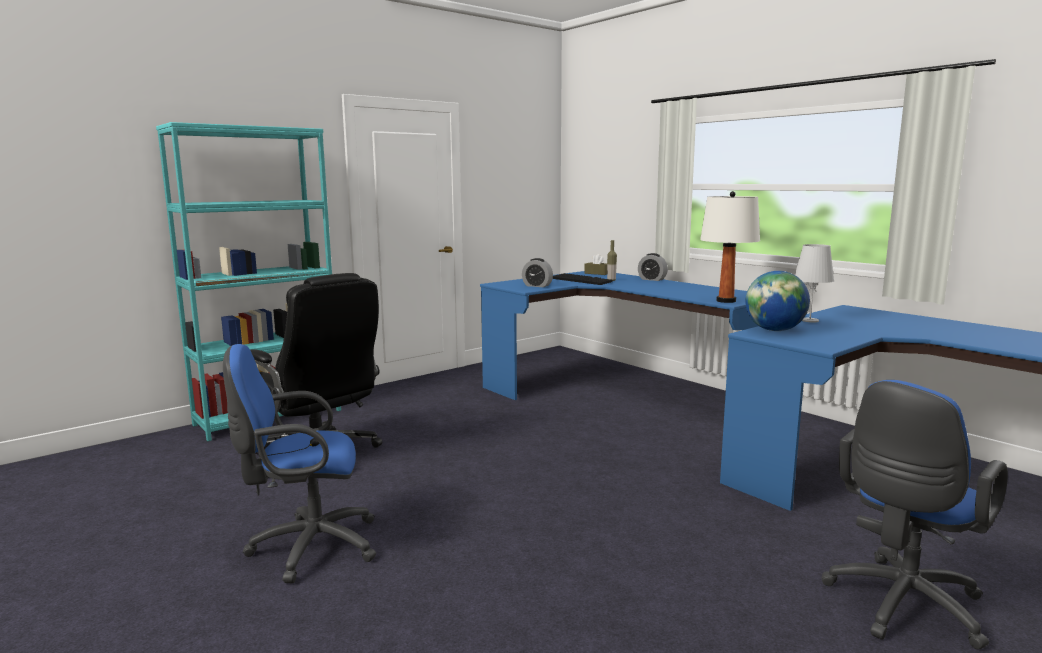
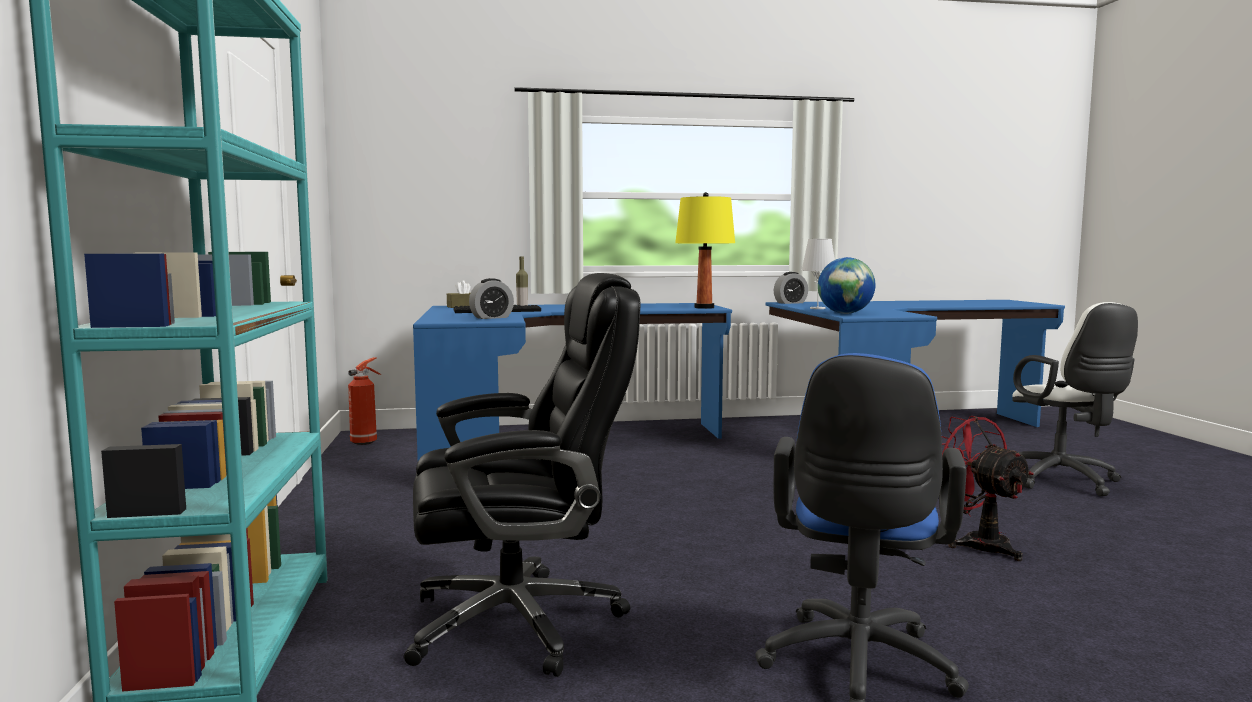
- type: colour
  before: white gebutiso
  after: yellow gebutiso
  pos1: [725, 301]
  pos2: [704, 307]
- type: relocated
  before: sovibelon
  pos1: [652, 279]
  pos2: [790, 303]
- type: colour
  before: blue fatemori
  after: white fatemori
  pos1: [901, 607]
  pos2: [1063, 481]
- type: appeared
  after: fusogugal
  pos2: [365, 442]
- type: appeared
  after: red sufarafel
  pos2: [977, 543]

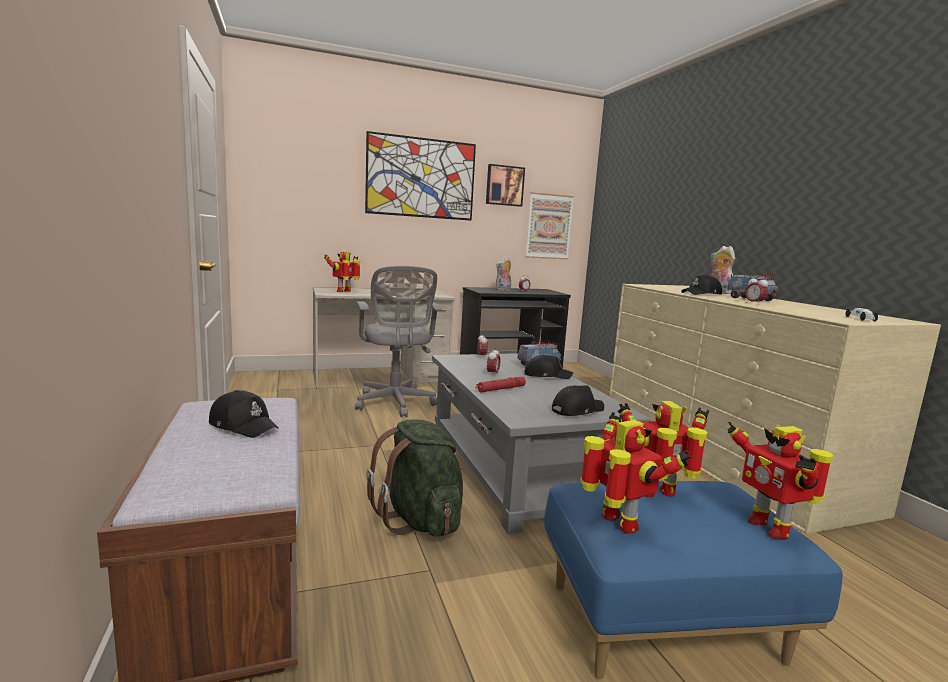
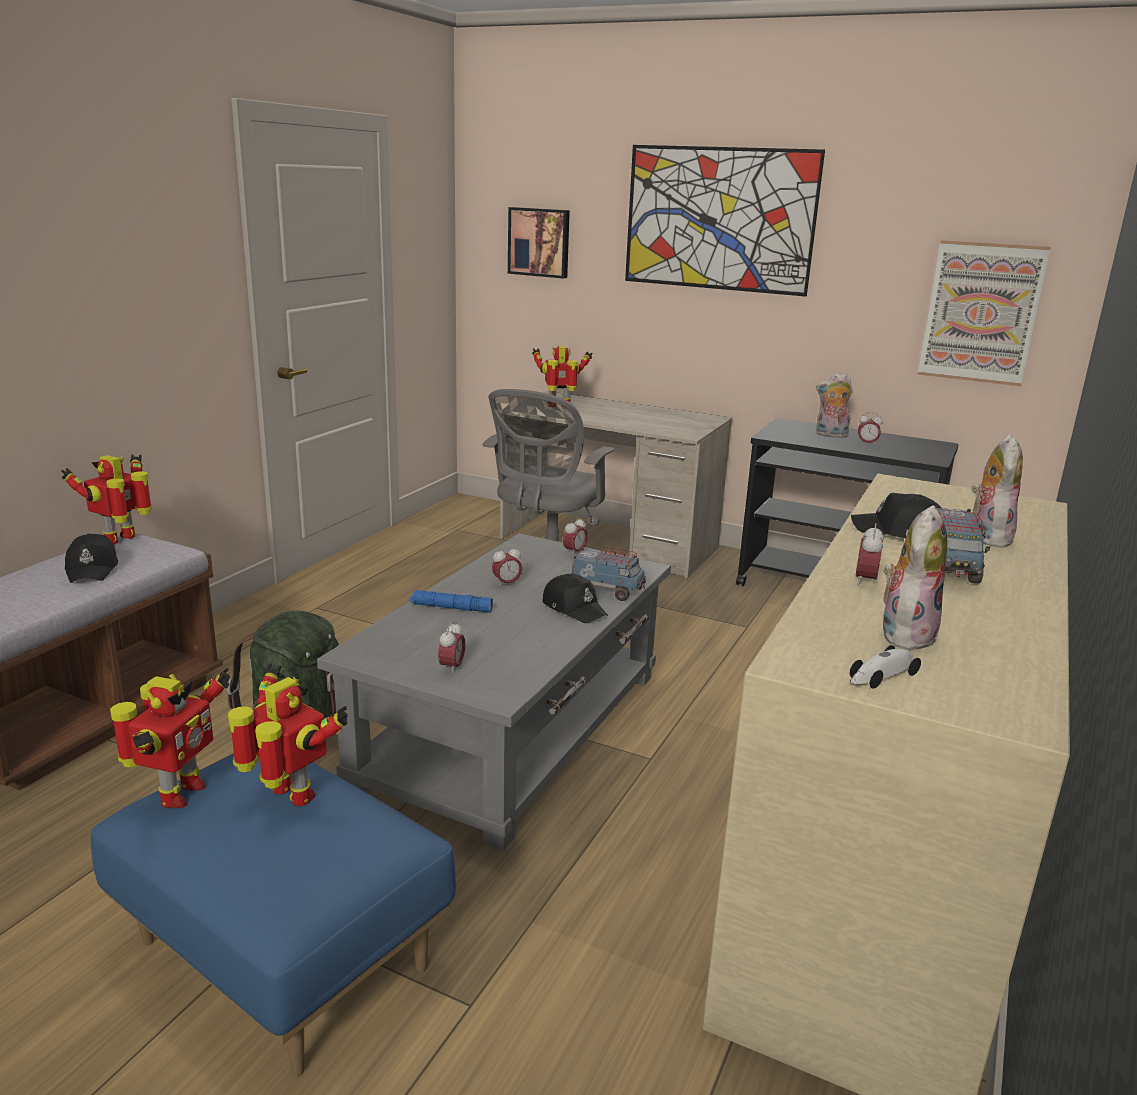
- type: relocated
  before: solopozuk
  pos1: [504, 185]
  pos2: [539, 242]
- type: colour
  before: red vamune
  after: blue vamune
  pos1: [500, 389]
  pos2: [451, 608]
- type: exchanged
  before: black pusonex
  after: sovibelon
  pos1: [577, 410]
  pos2: [452, 668]
- type: relocated
  before: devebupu
  pos1: [769, 526]
  pos2: [122, 539]
- type: appeared
  after: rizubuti
  pos2: [905, 633]

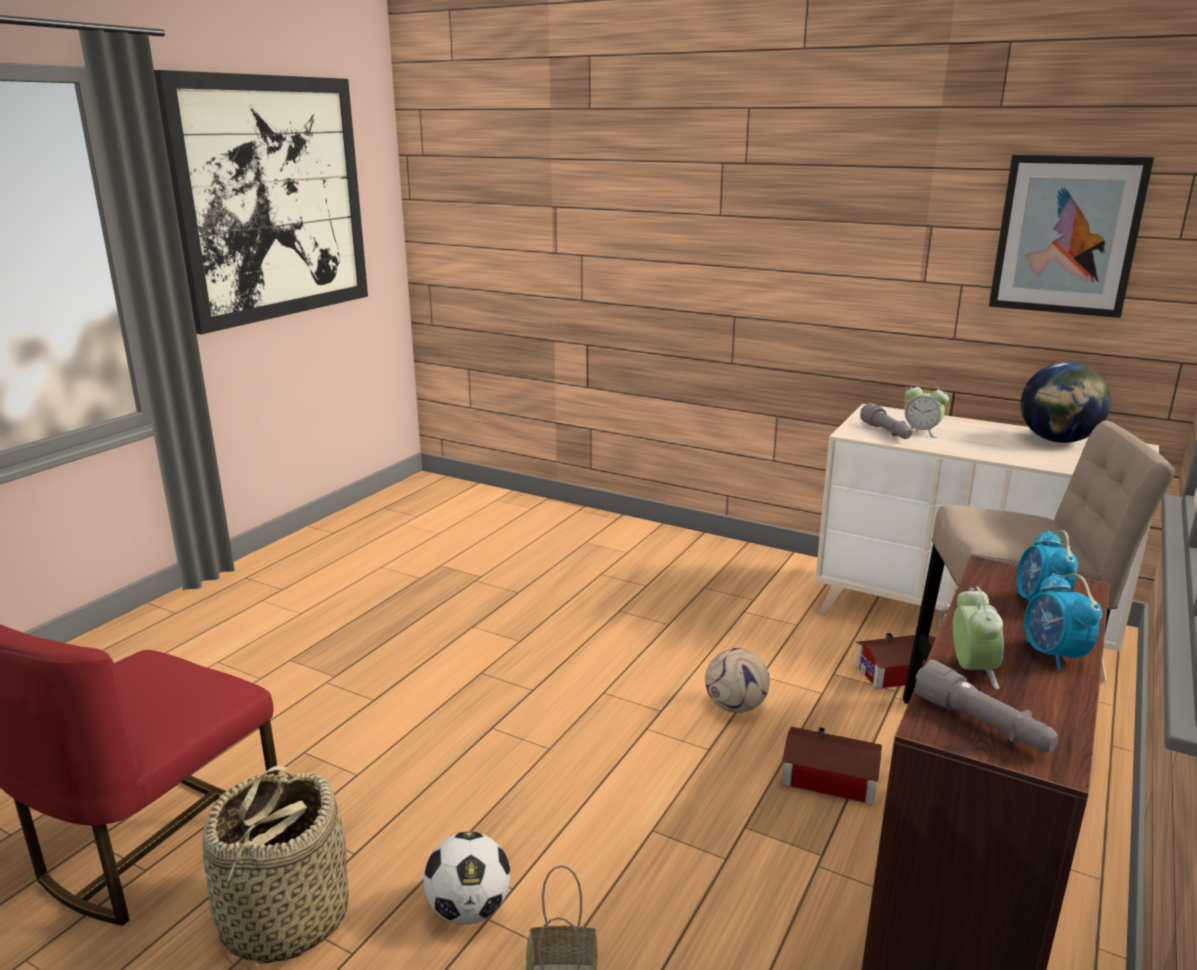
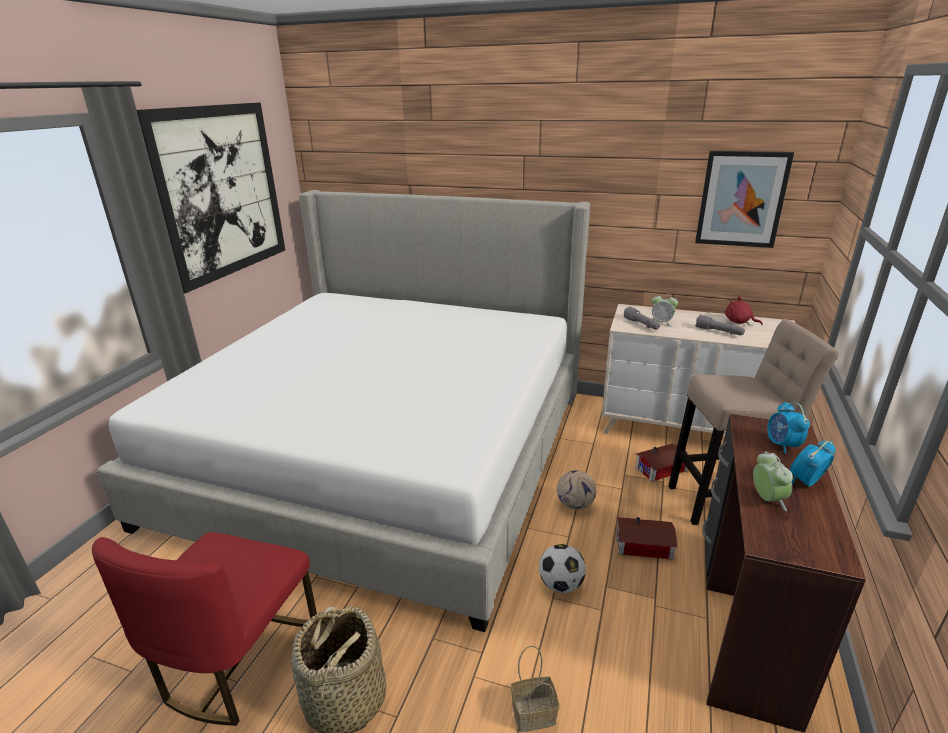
- type: exchanged
  before: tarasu
  after: red rizubuti
  pos1: [1057, 440]
  pos2: [739, 322]
- type: spun
  before: sovibelon
  pos1: [1053, 655]
  pos2: [805, 482]
  turn: 75
- type: relocated
  before: grey vamune
  pos1: [982, 725]
  pos2: [719, 332]
- type: relocated
  before: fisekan
  pos1: [469, 910]
  pos2: [560, 585]
- type: appeared
  after: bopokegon
  pos2: [387, 452]

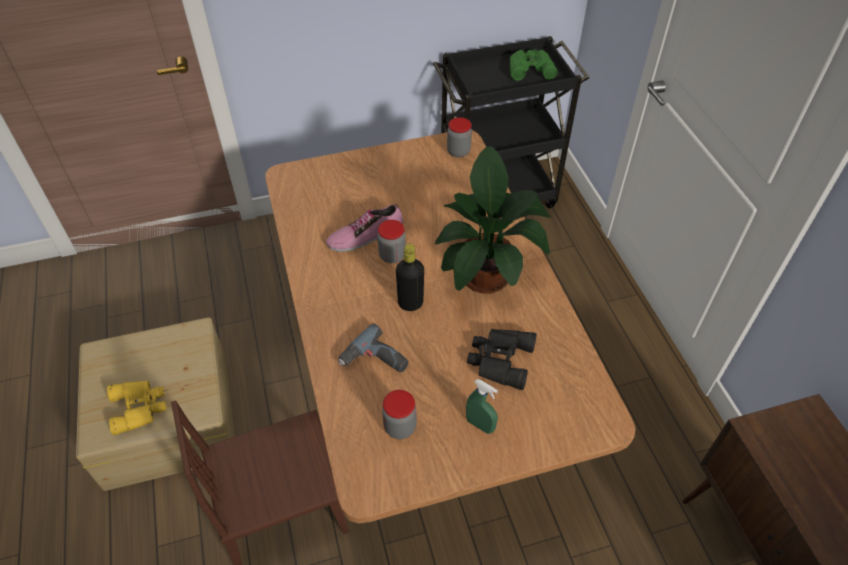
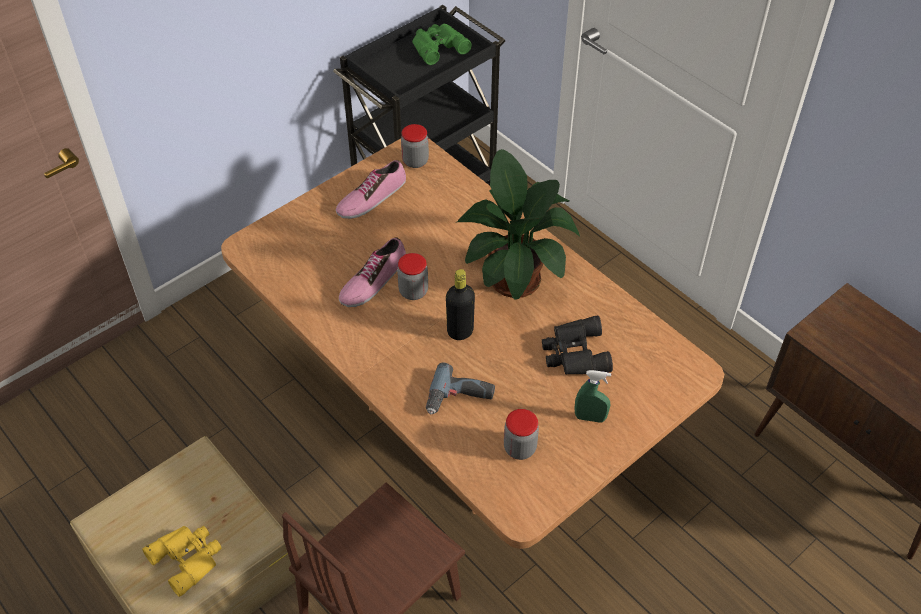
- type: appeared
  after: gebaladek
  pos2: [371, 197]

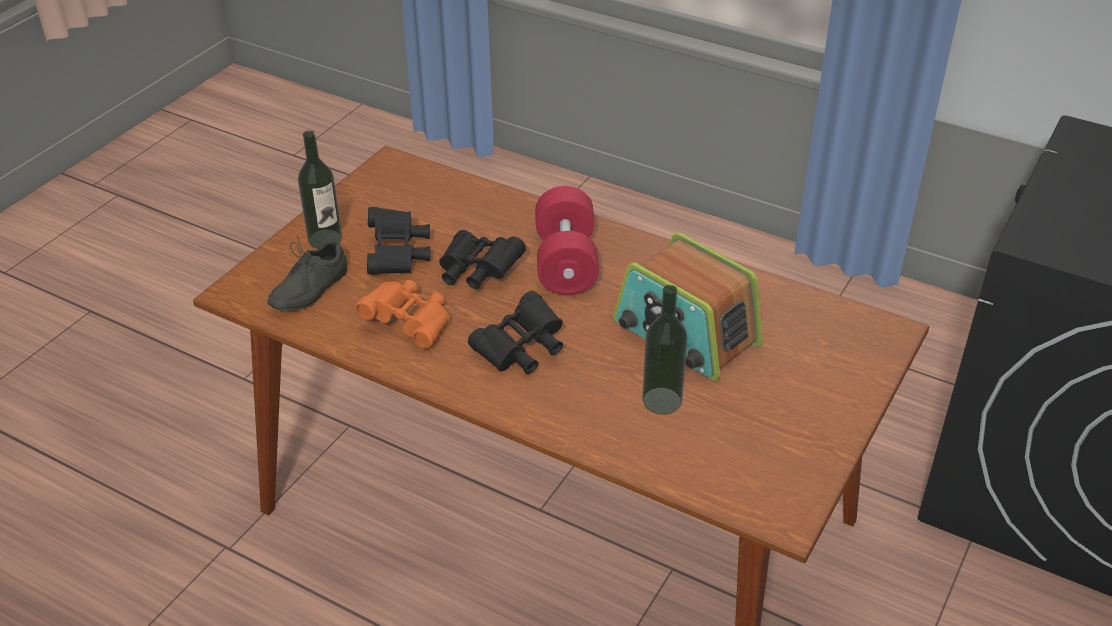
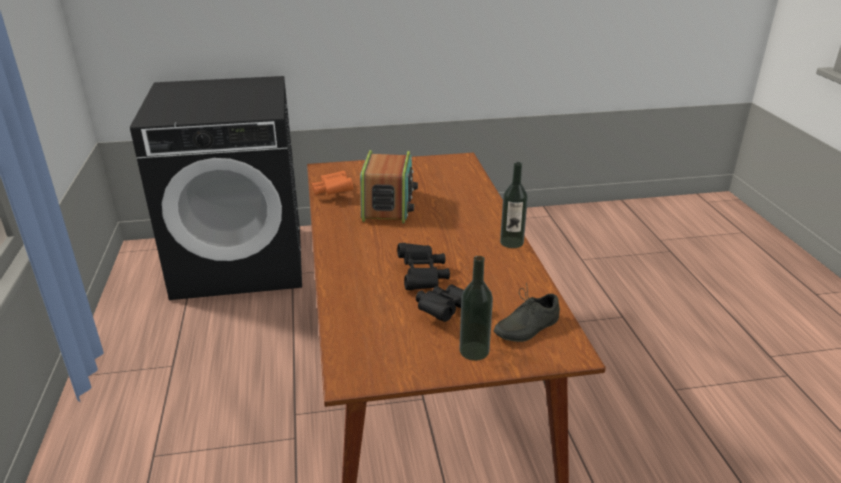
- type: missing
  before: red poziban
  pos1: [566, 263]
- type: spun
  before: grey gebaladek
  pos1: [307, 288]
  pos2: [525, 326]
  turn: 150
- type: relocated
  before: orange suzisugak
  pos1: [410, 323]
  pos2: [333, 193]
- type: relocated
  before: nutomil
  pos1: [662, 401]
  pos2: [511, 242]
- type: missing
  before: black suzisugak
  pos1: [521, 350]

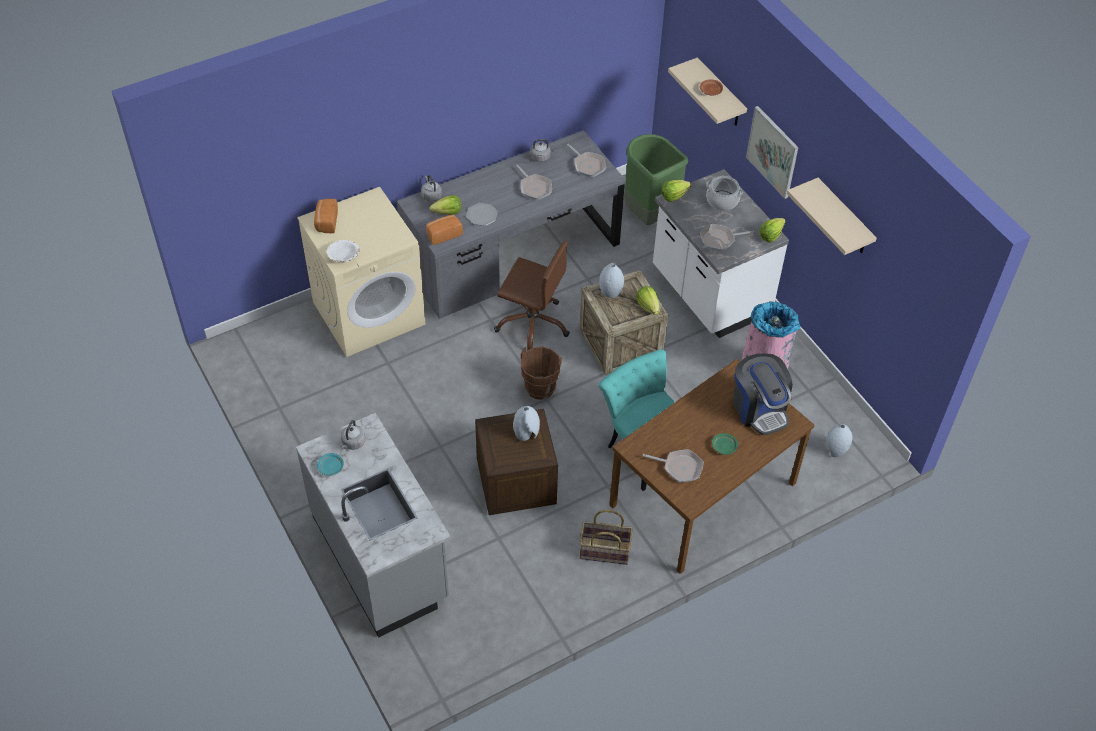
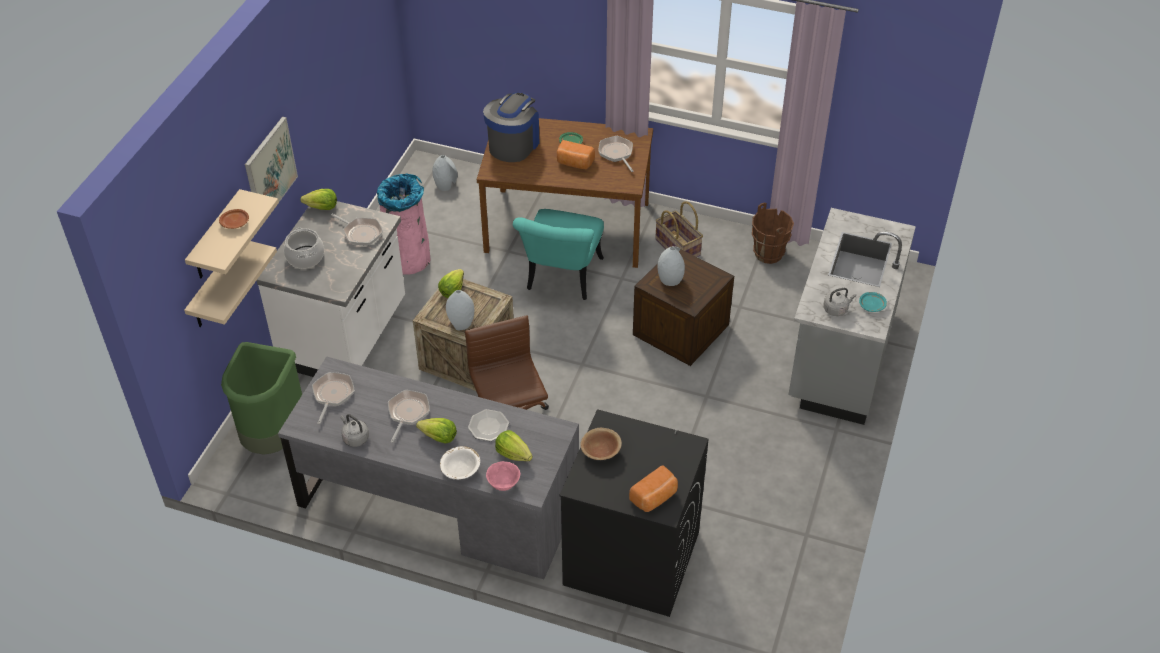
- type: exchanged
  before: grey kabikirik
  after: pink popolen
  pos1: [431, 195]
  pos2: [504, 484]
- type: relocated
  before: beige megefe
  pos1: [843, 218]
  pos2: [215, 286]
- type: relocated
  before: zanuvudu
  pos1: [674, 196]
  pos2: [438, 437]
- type: colour
  before: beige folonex
  after: black folonex
  pos1: [369, 313]
  pos2: [630, 558]
- type: relocated
  before: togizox
  pos1: [443, 234]
  pos2: [574, 163]
- type: relocated
  before: white popolen
  pos1: [344, 257]
  pos2: [460, 469]
- type: relocated
  before: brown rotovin
  pos1: [540, 389]
  pos2: [769, 254]
- type: appeared
  after: brown popolen
  pos2: [600, 451]

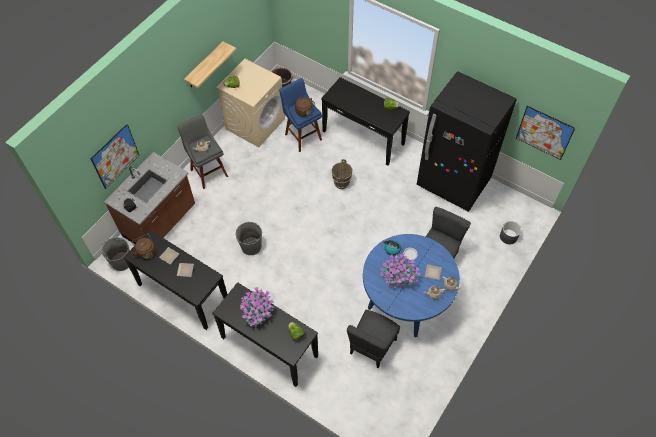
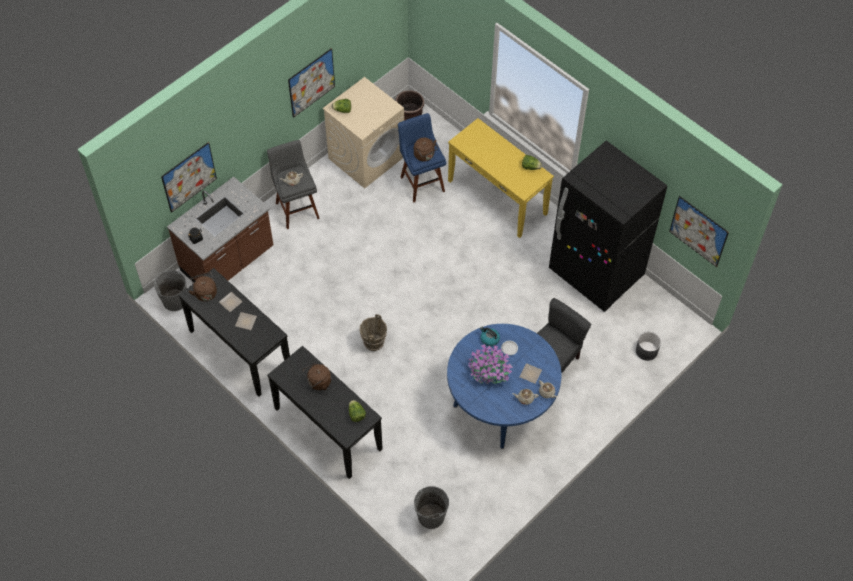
- type: exchanged
  before: megefe
  after: solopozuk
  pos1: [205, 65]
  pos2: [311, 82]
- type: colour
  before: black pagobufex
  after: yellow pagobufex
  pos1: [363, 137]
  pos2: [497, 197]
- type: relocated
  before: brown rotovin
  pos1: [341, 183]
  pos2: [373, 343]
- type: relocated
  before: grey rotovin
  pos1: [251, 246]
  pos2: [431, 516]
- type: exchanged
  before: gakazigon
  after: brown kabikirik
  pos1: [257, 312]
  pos2: [318, 382]
- type: missing
  before: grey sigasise
  pos1: [372, 346]

